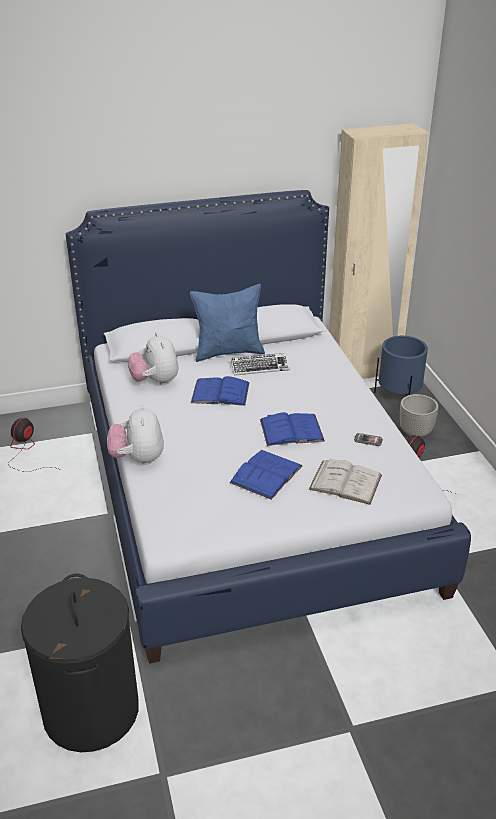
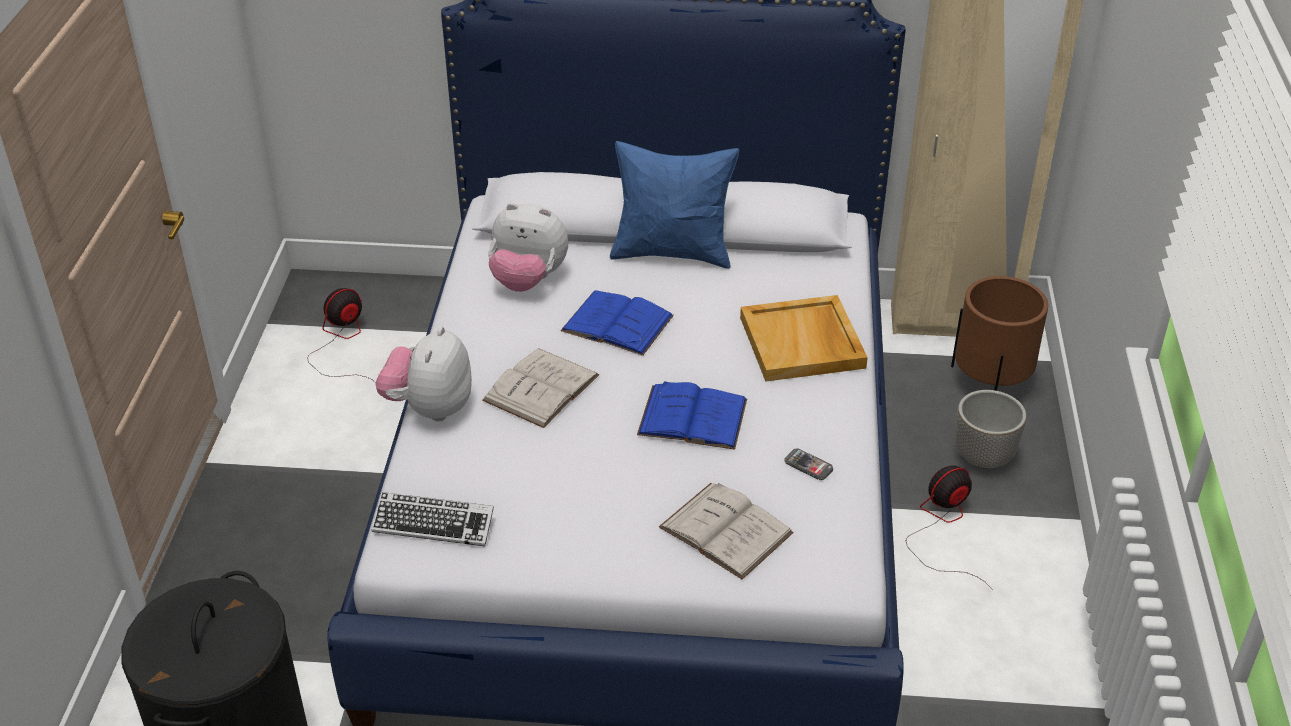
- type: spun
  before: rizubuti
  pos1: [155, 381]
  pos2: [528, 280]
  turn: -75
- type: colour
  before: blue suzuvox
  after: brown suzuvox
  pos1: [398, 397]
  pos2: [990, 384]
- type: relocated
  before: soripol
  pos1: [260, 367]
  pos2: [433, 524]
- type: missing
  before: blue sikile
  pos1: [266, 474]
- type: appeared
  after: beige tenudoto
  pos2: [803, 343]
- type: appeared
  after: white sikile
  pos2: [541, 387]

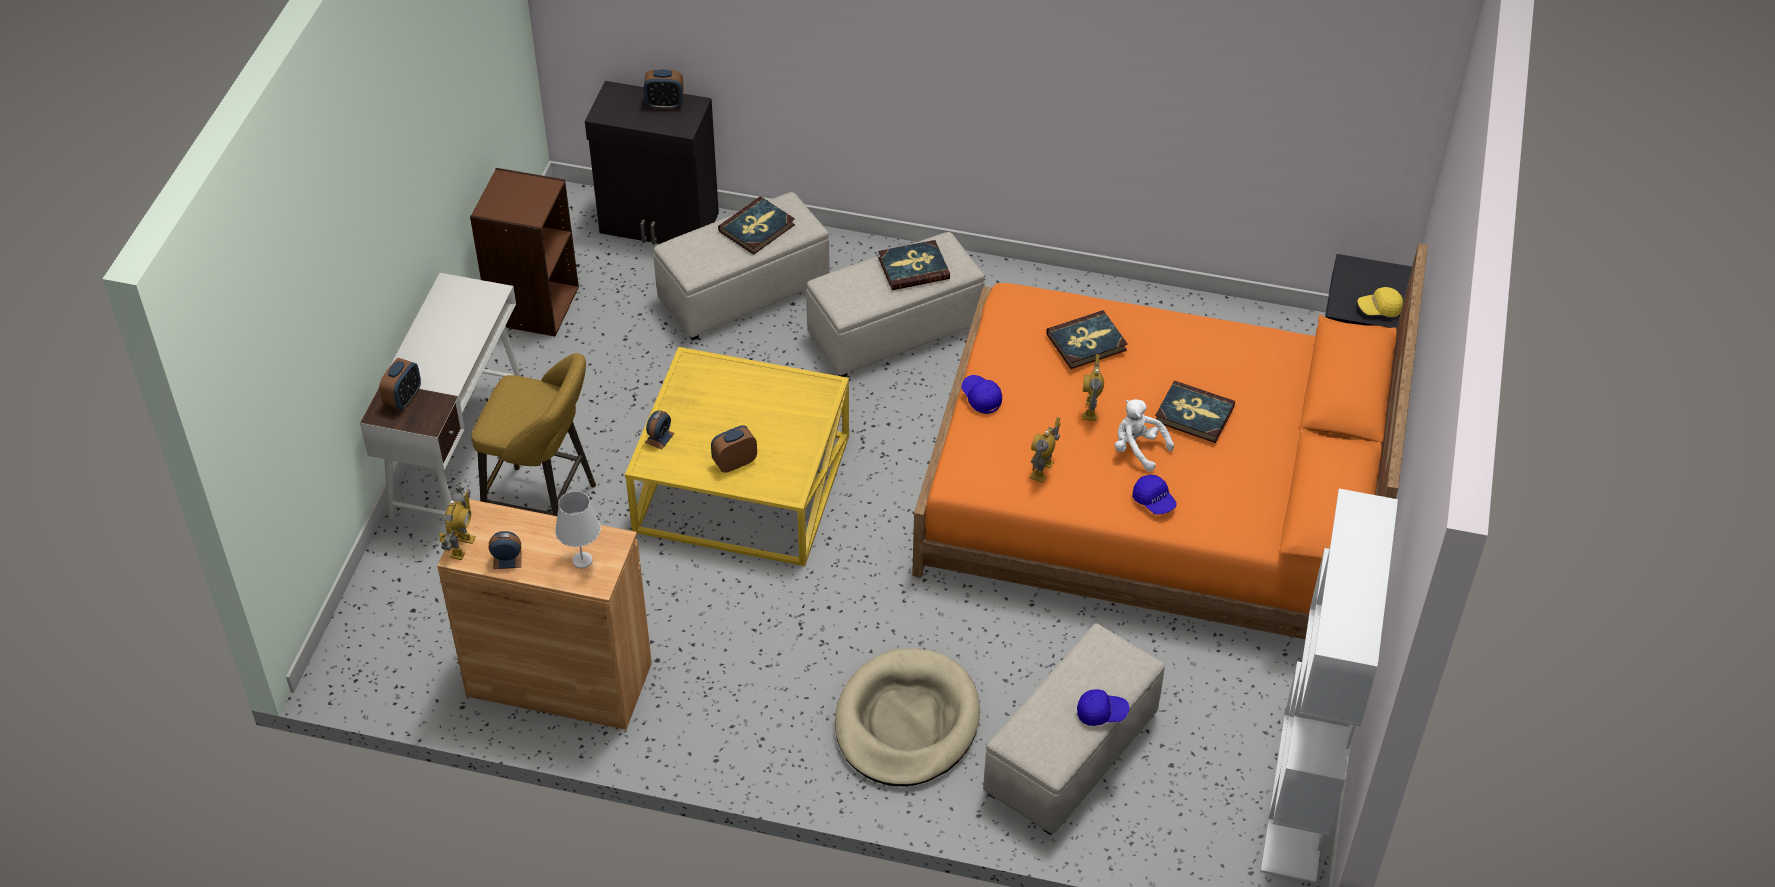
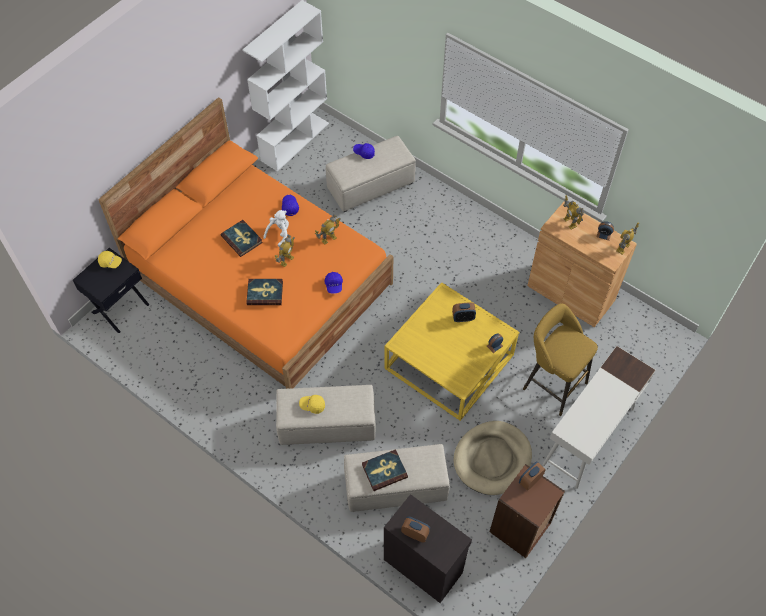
- type: exchanged
  before: sikile
  after: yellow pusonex
  pos1: [913, 268]
  pos2: [312, 405]
- type: relocated
  before: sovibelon
  pos1: [403, 398]
  pos2: [530, 480]
- type: spun
  before: white rizubuti
  pos1: [1137, 449]
  pos2: [279, 233]
  turn: -120
- type: exchanged
  before: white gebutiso
  after: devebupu
  pos1: [582, 560]
  pos2: [569, 222]
- type: relocated
  before: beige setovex
  pos1: [906, 722]
  pos2: [492, 459]

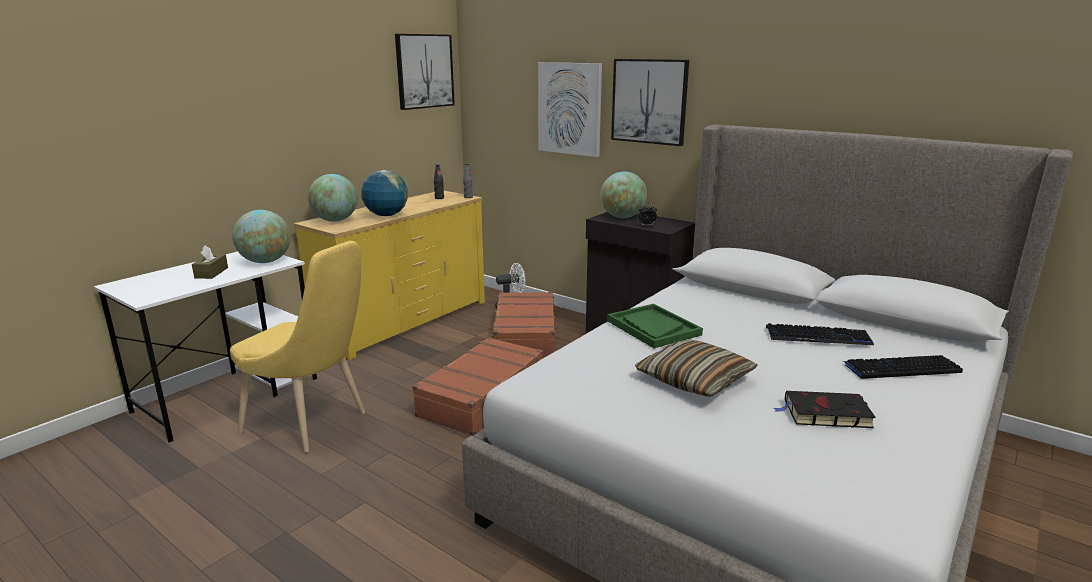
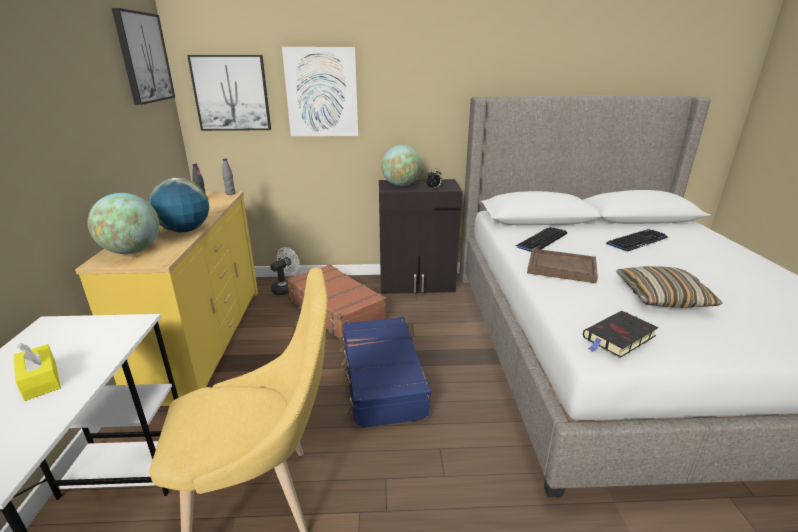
- type: relocated
  before: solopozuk
  pos1: [649, 101]
  pos2: [231, 93]
- type: missing
  before: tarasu
  pos1: [265, 261]
- type: colour
  before: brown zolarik
  after: yellow zolarik
  pos1: [211, 273]
  pos2: [41, 380]
- type: colour
  before: green tenudoto
  after: brown tenudoto
  pos1: [653, 328]
  pos2: [561, 267]
- type: colour
  before: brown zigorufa
  after: blue zigorufa
  pos1: [481, 397]
  pos2: [381, 380]
- type: relocated
  before: soripol
  pos1: [900, 368]
  pos2: [541, 240]
- type: relocated
  before: black sikile
  pos1: [824, 414]
  pos2: [618, 338]

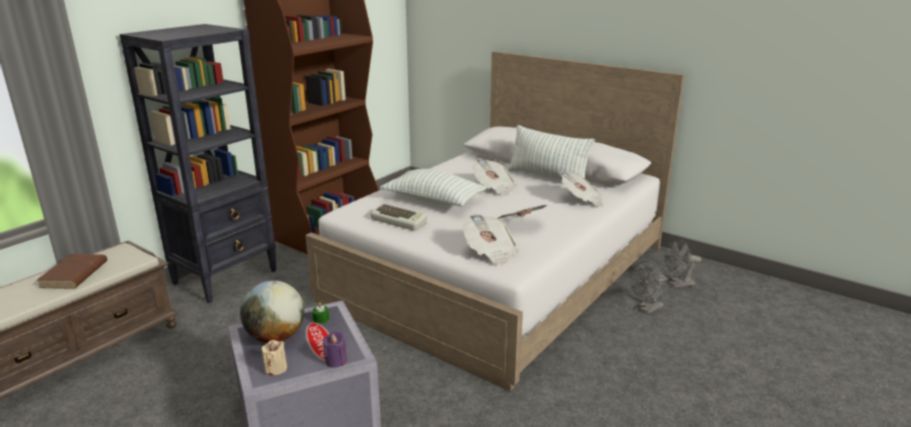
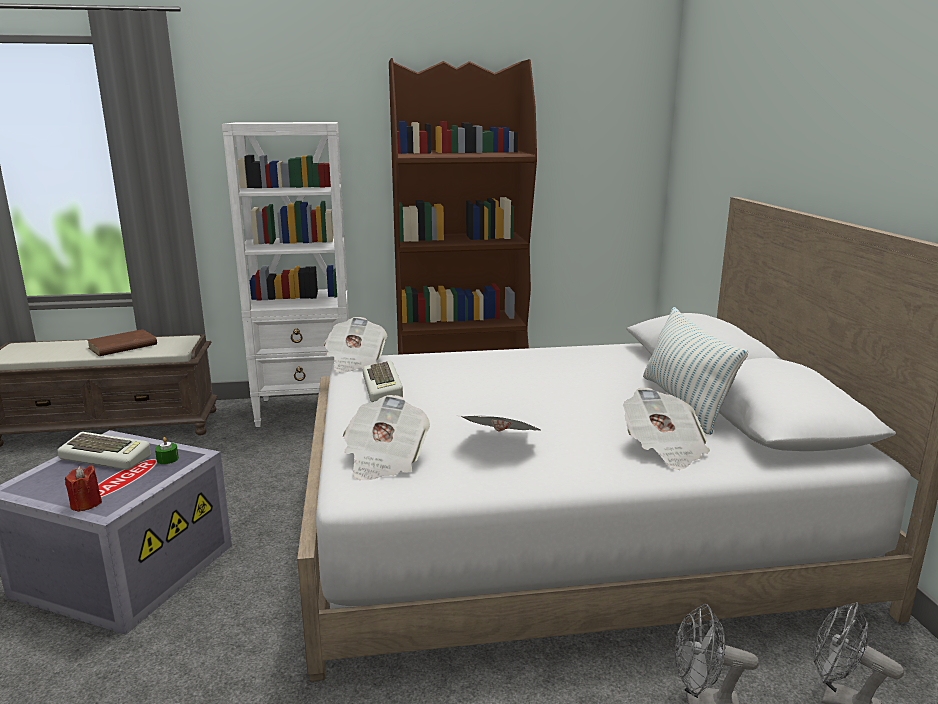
- type: colour
  before: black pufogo
  after: white pufogo
  pos1: [226, 277]
  pos2: [307, 410]
- type: relocated
  before: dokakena
  pos1: [494, 188]
  pos2: [355, 361]
- type: missing
  before: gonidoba
  pos1: [433, 200]
- type: exchanged
  before: tarasu
  after: soripol
  pos1: [276, 337]
  pos2: [108, 457]
- type: colour
  before: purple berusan
  after: red berusan
  pos1: [336, 361]
  pos2: [86, 504]
- type: missing
  before: beige berusan
  pos1: [275, 368]

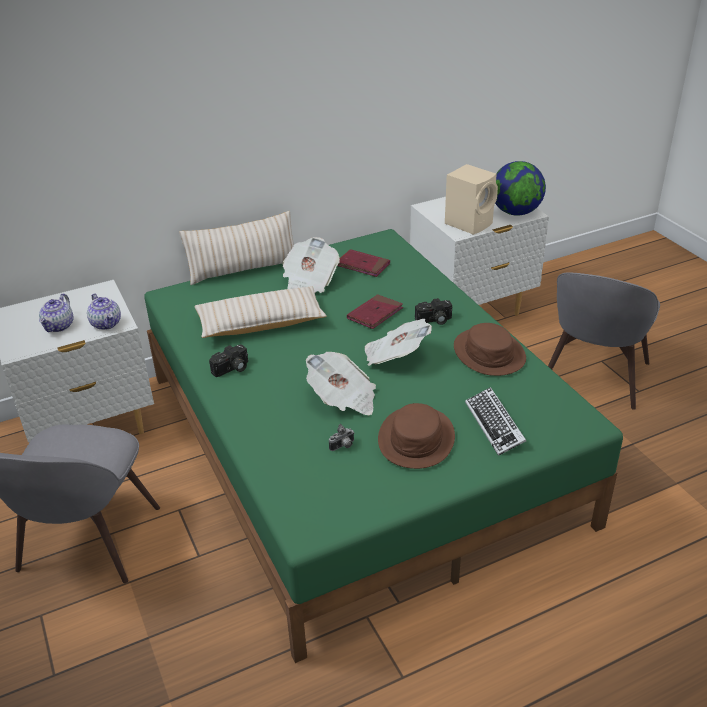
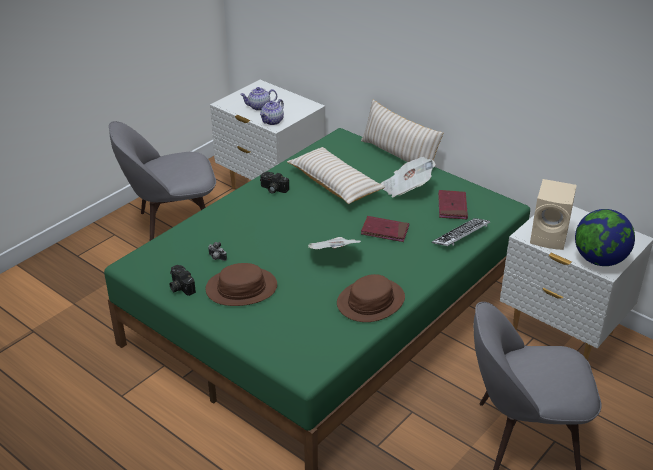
- type: relocated
  before: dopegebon
  pos1: [434, 320]
  pos2: [180, 287]
- type: missing
  before: dokakena
  pos1: [343, 399]
- type: relocated
  before: soripol
  pos1: [494, 425]
  pos2: [461, 236]

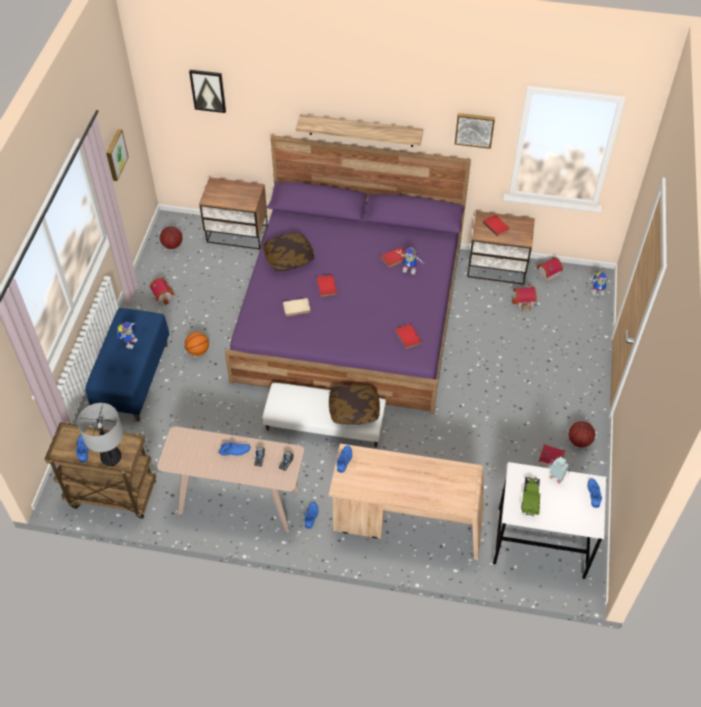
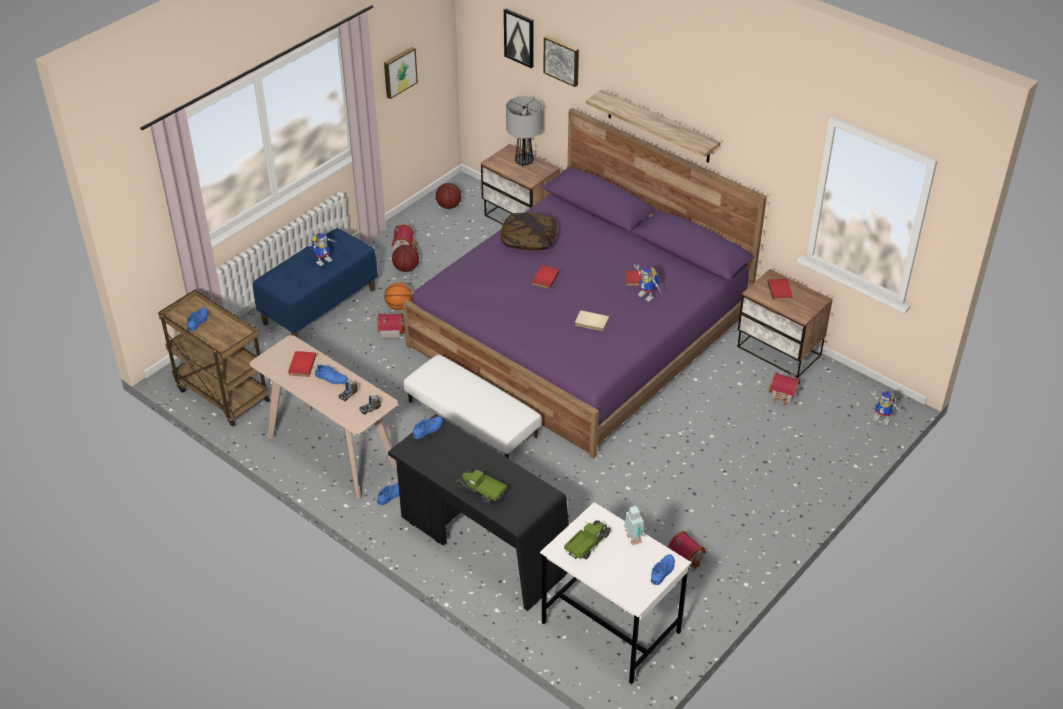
- type: relocated
  before: solopozuk
  pos1: [474, 129]
  pos2: [562, 60]
- type: relocated
  before: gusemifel
  pos1: [547, 274]
  pos2: [390, 331]
- type: relocated
  before: beige sikile
  pos1: [297, 308]
  pos2: [591, 322]
- type: relocated
  before: red sikile
  pos1: [407, 337]
  pos2: [301, 365]
- type: missing
  before: gonidoba
  pos1: [354, 410]
- type: relocated
  before: gebutiso
  pos1: [112, 459]
  pos2: [524, 161]
- type: relocated
  before: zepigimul
  pos1: [579, 441]
  pos2: [406, 268]
- type: colour
  before: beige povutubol
  after: black povutubol
  pos1: [407, 523]
  pos2: [482, 545]
- type: appeared
  after: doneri
  pos2: [481, 491]

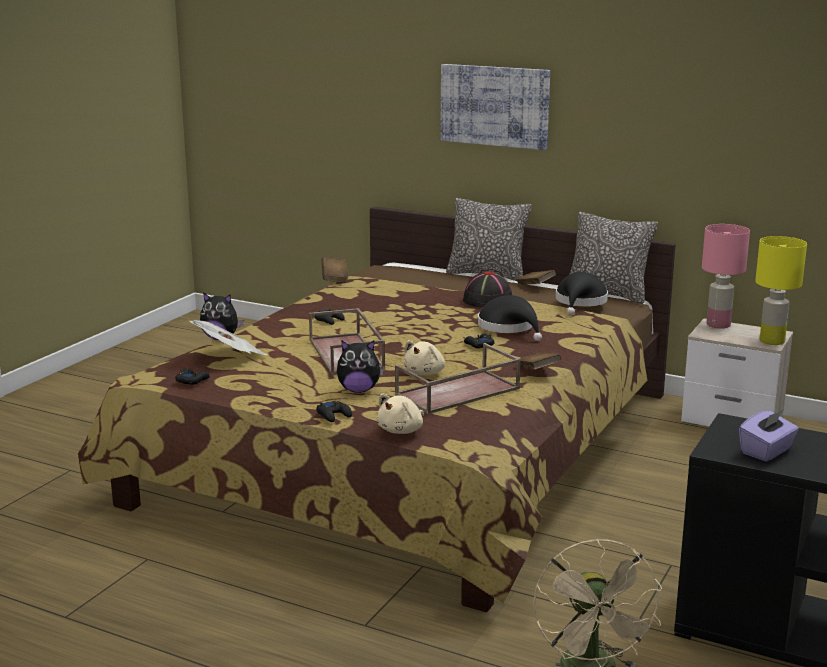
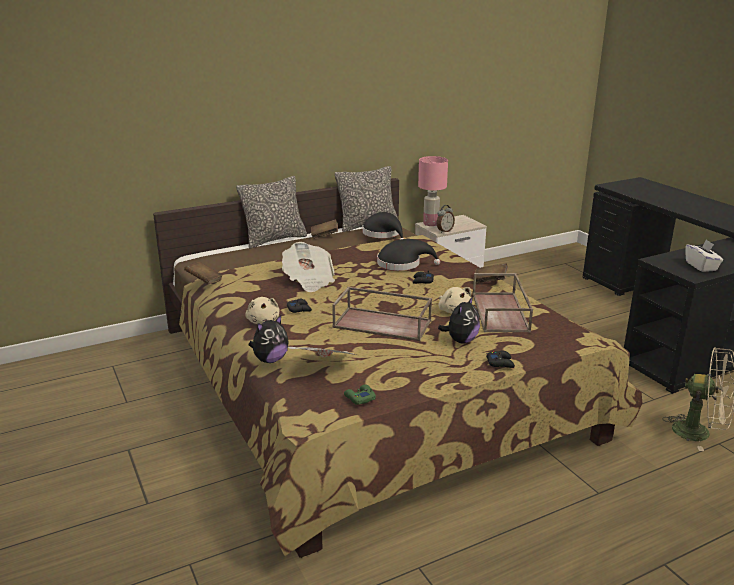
- type: missing
  before: solopozuk
  pos1: [494, 106]
- type: missing
  before: yellow gebutiso
  pos1: [772, 341]
- type: missing
  before: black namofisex
  pos1: [487, 301]
- type: colour
  before: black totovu
  after: green totovu
  pos1: [192, 380]
  pos2: [359, 398]
- type: relocated
  before: beige rizubuti
  pos1: [402, 430]
  pos2: [263, 321]
- type: colour
  before: purple zolarik
  after: white zolarik
  pos1: [766, 451]
  pos2: [701, 266]
- type: appeared
  after: sovibelon
  pos2: [444, 231]
- type: appeared
  after: dokakena
  pos2: [309, 281]

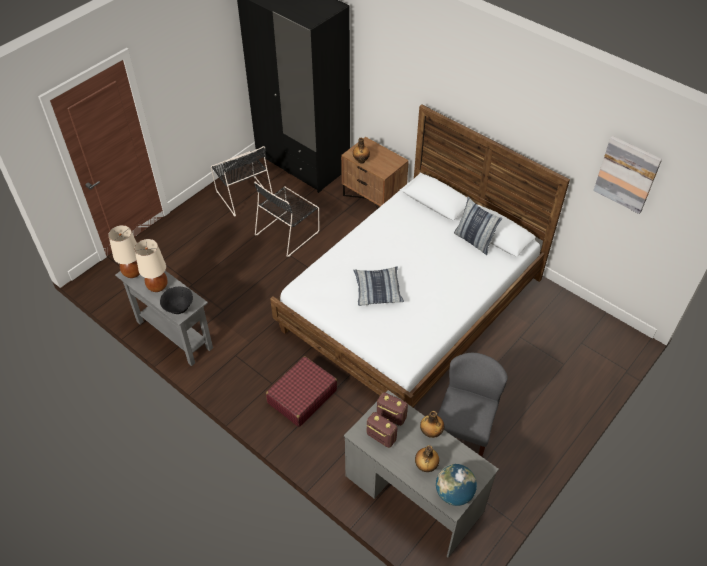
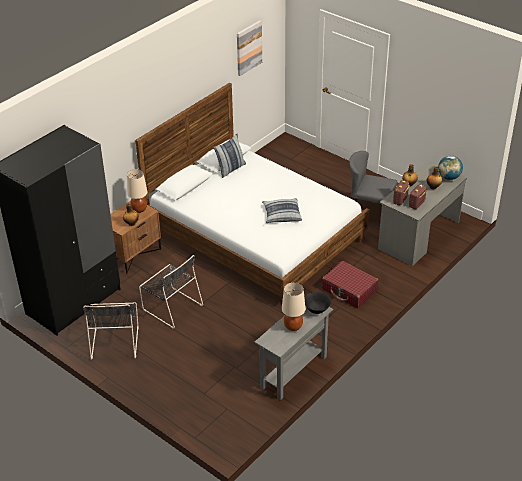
- type: spun
  before: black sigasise
  pos1: [243, 194]
  pos2: [115, 341]
  turn: 120
- type: relocated
  before: beige gebutiso
  pos1: [133, 272]
  pos2: [139, 209]

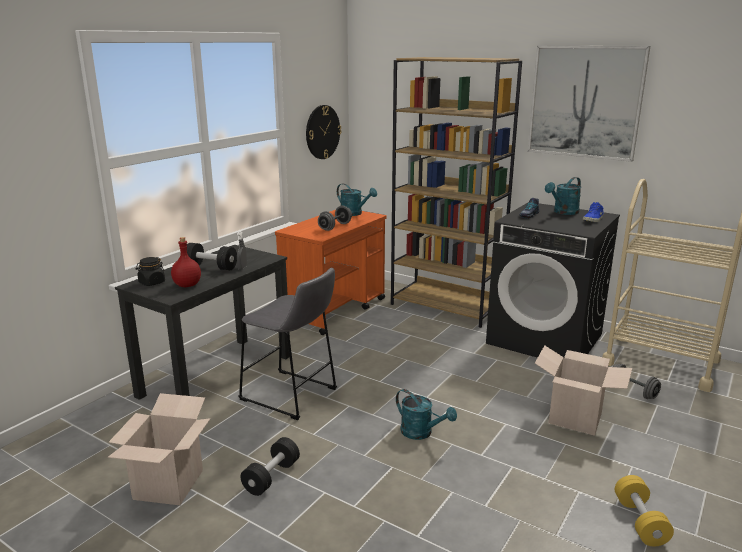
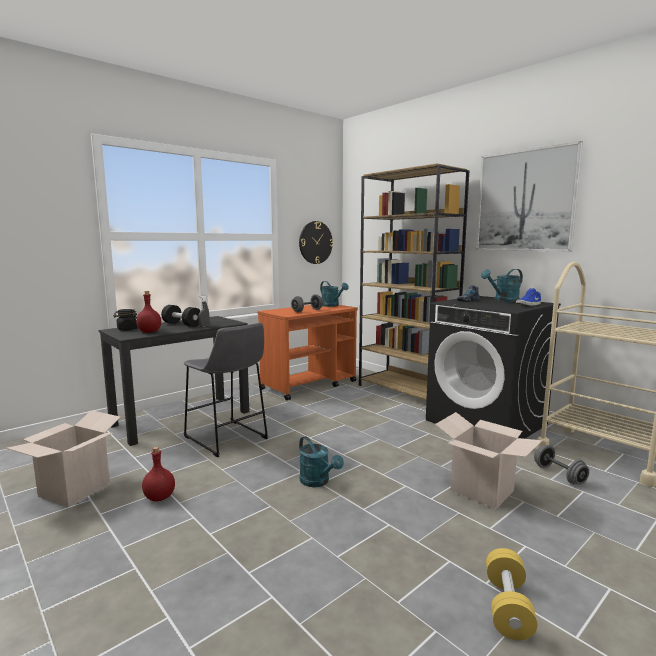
- type: exchanged
  before: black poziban
  after: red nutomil
  pos1: [271, 477]
  pos2: [159, 497]

